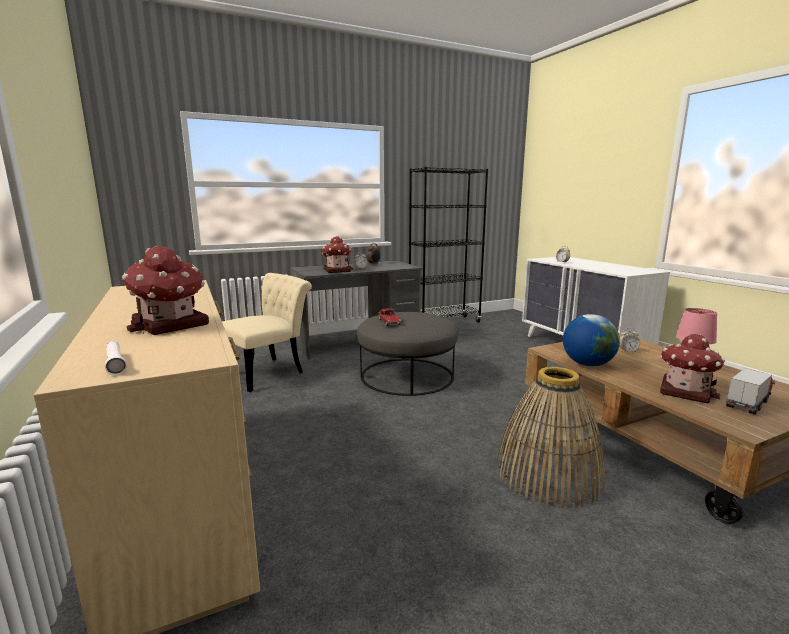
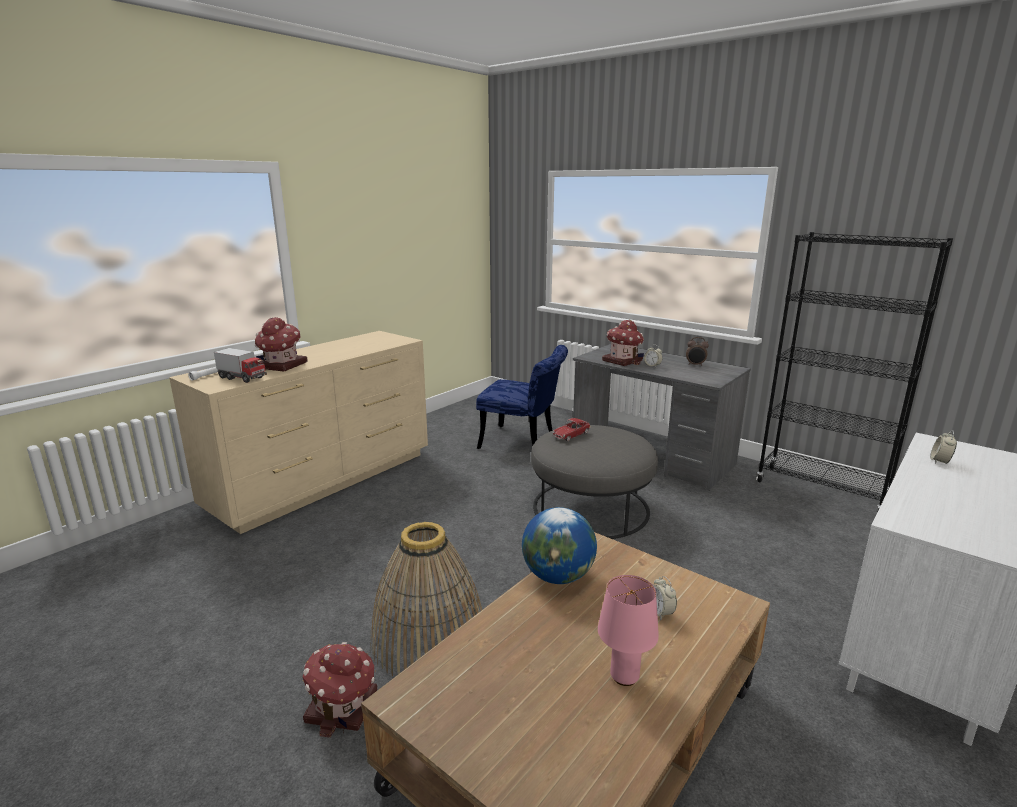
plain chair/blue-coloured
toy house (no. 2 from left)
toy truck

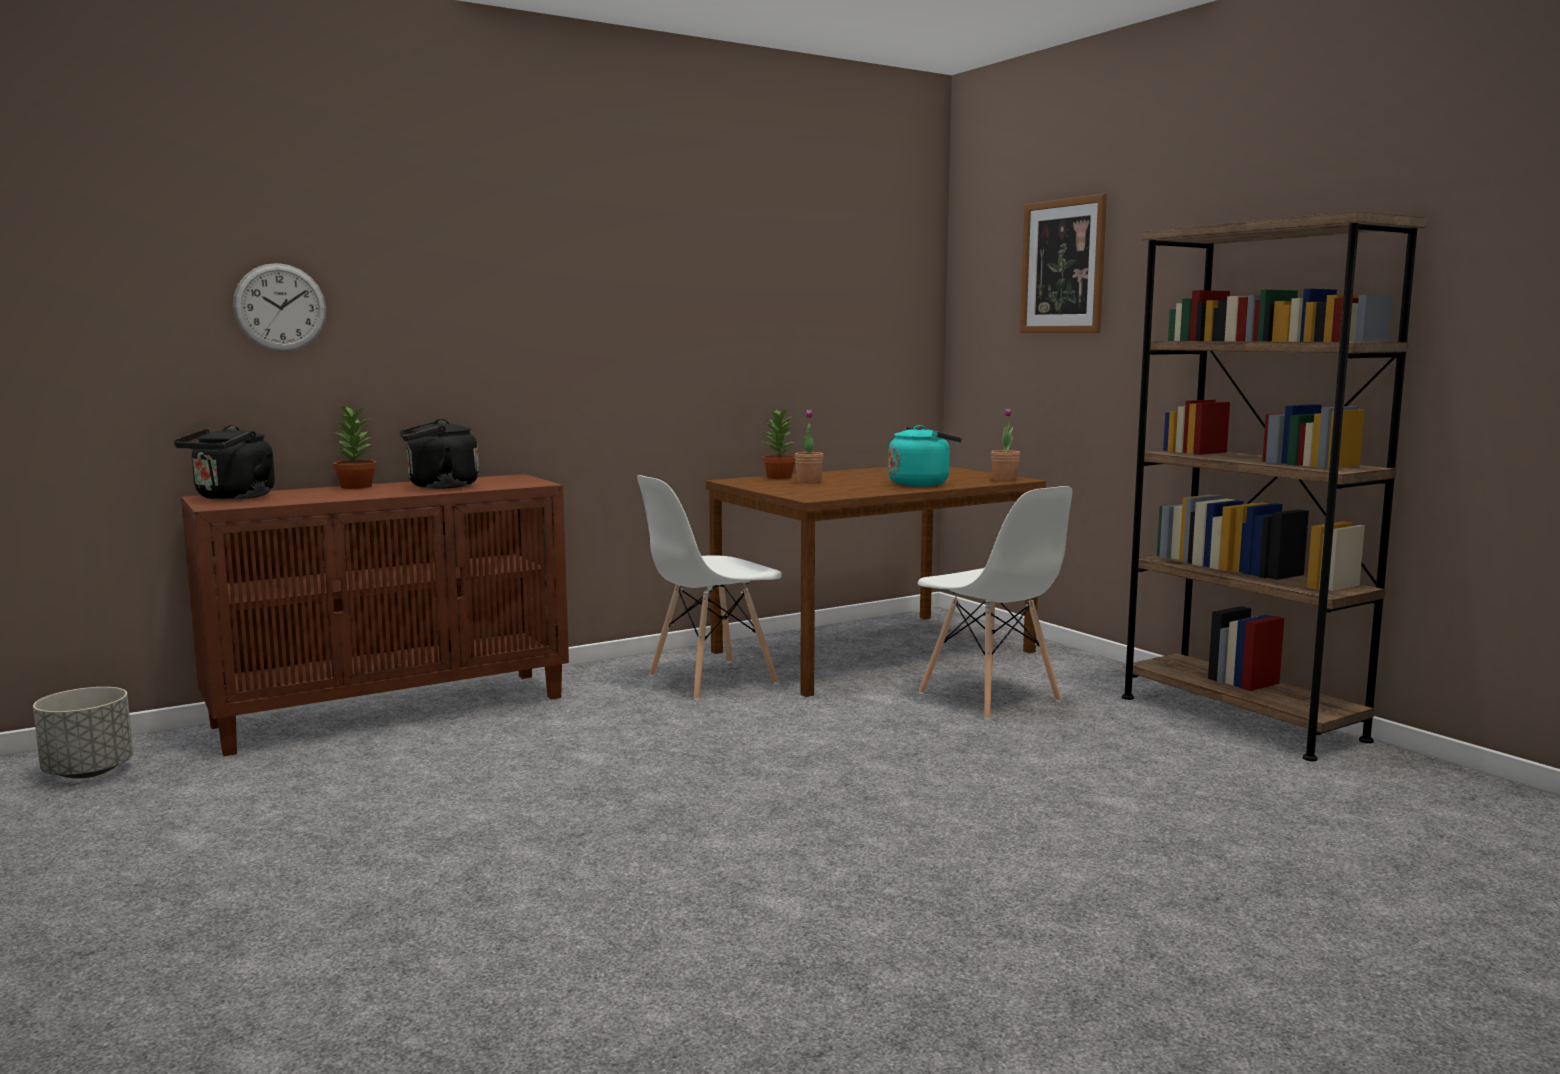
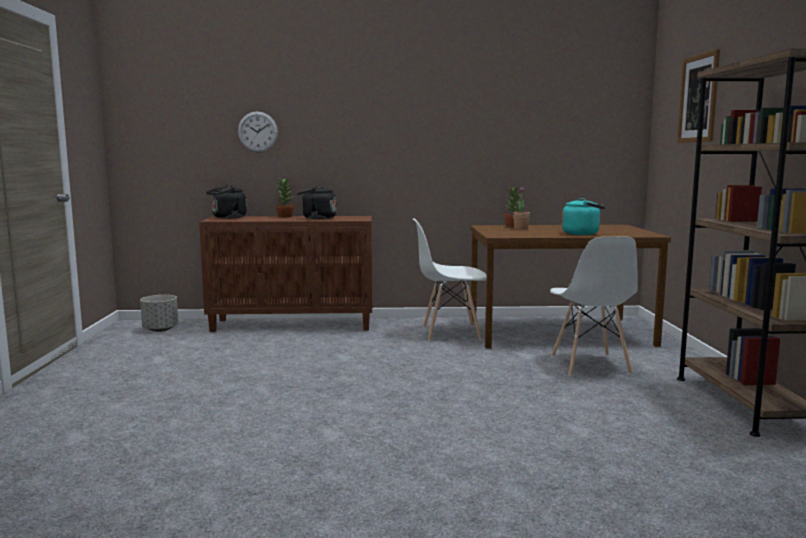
houseplant (no. 4 from left in the first image)

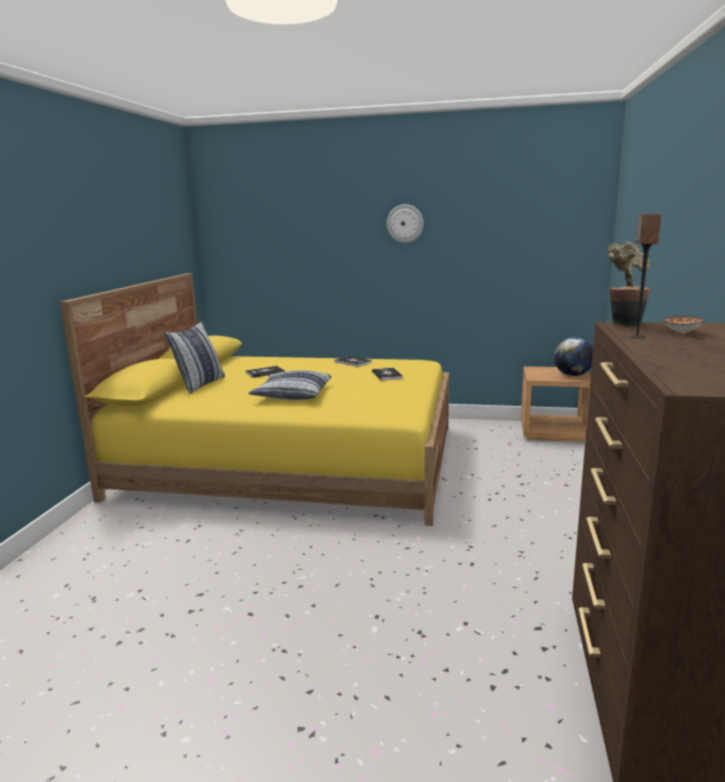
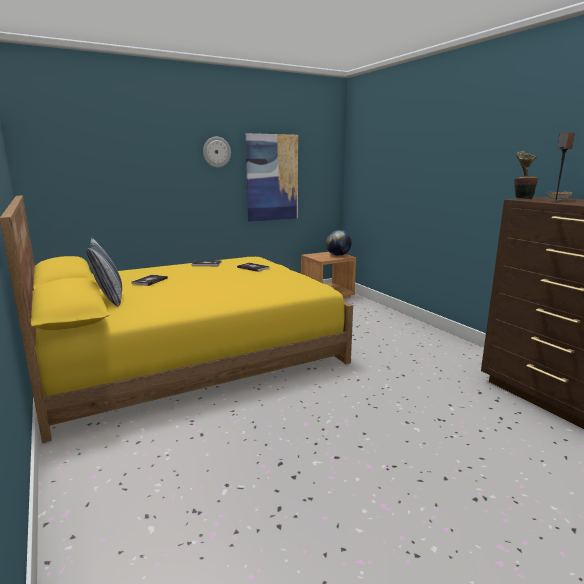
throw pillow (no. 2 from left in the first image)
wall art

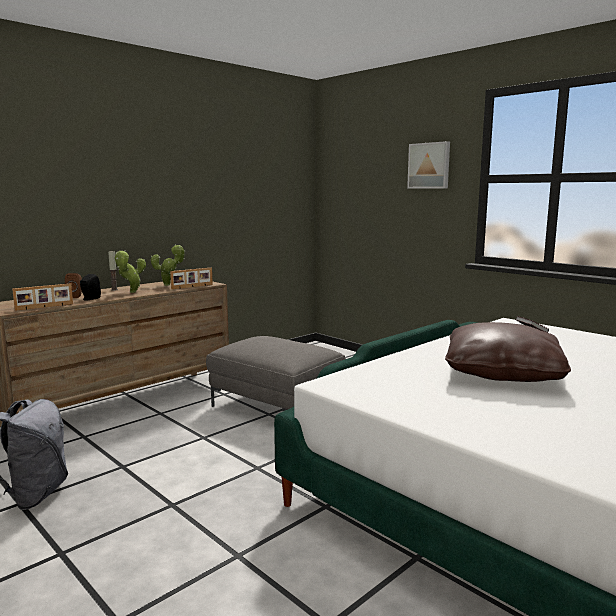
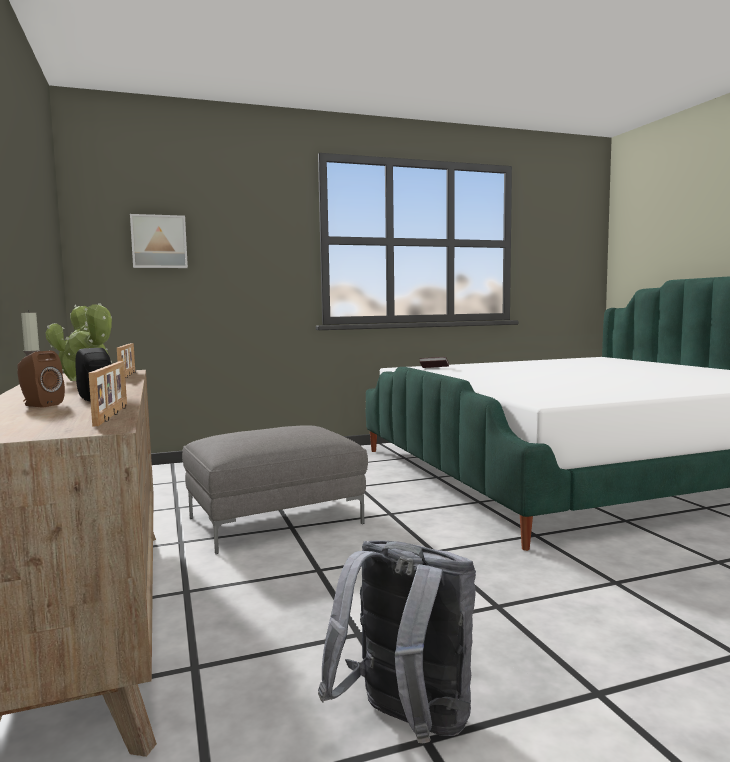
wall art
throw pillow/brown-coloured

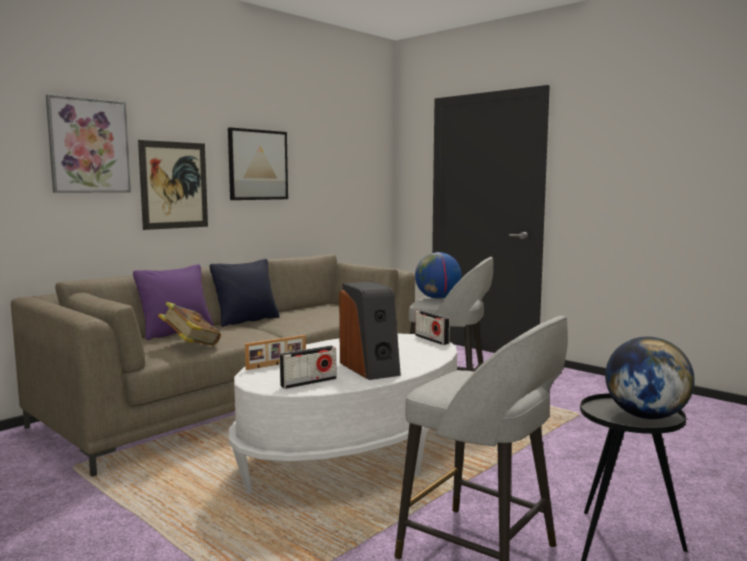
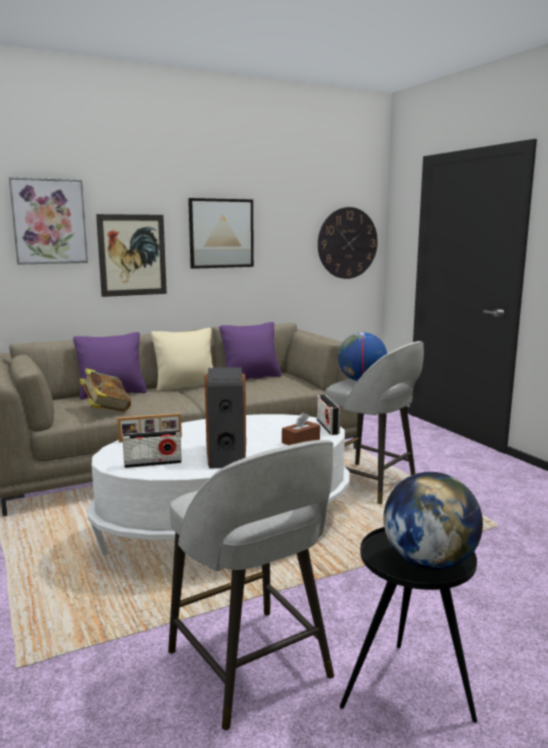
throw pillow/beige-coloured
throw pillow/purplish (no. 2 from left)
box of tissues/brown-coloured
wall clock

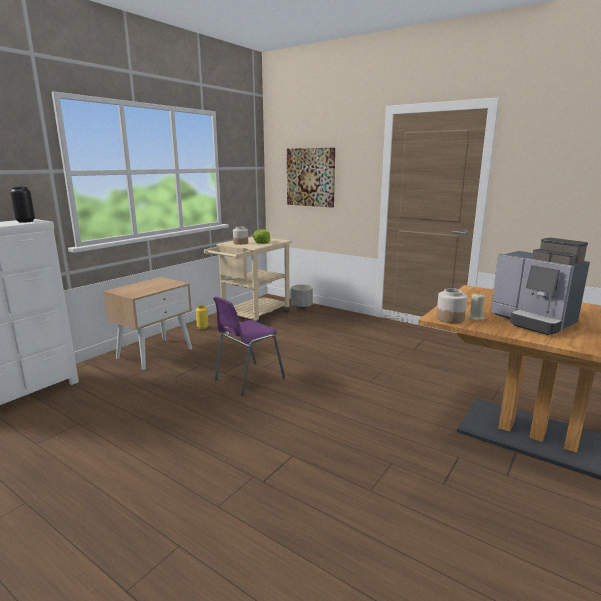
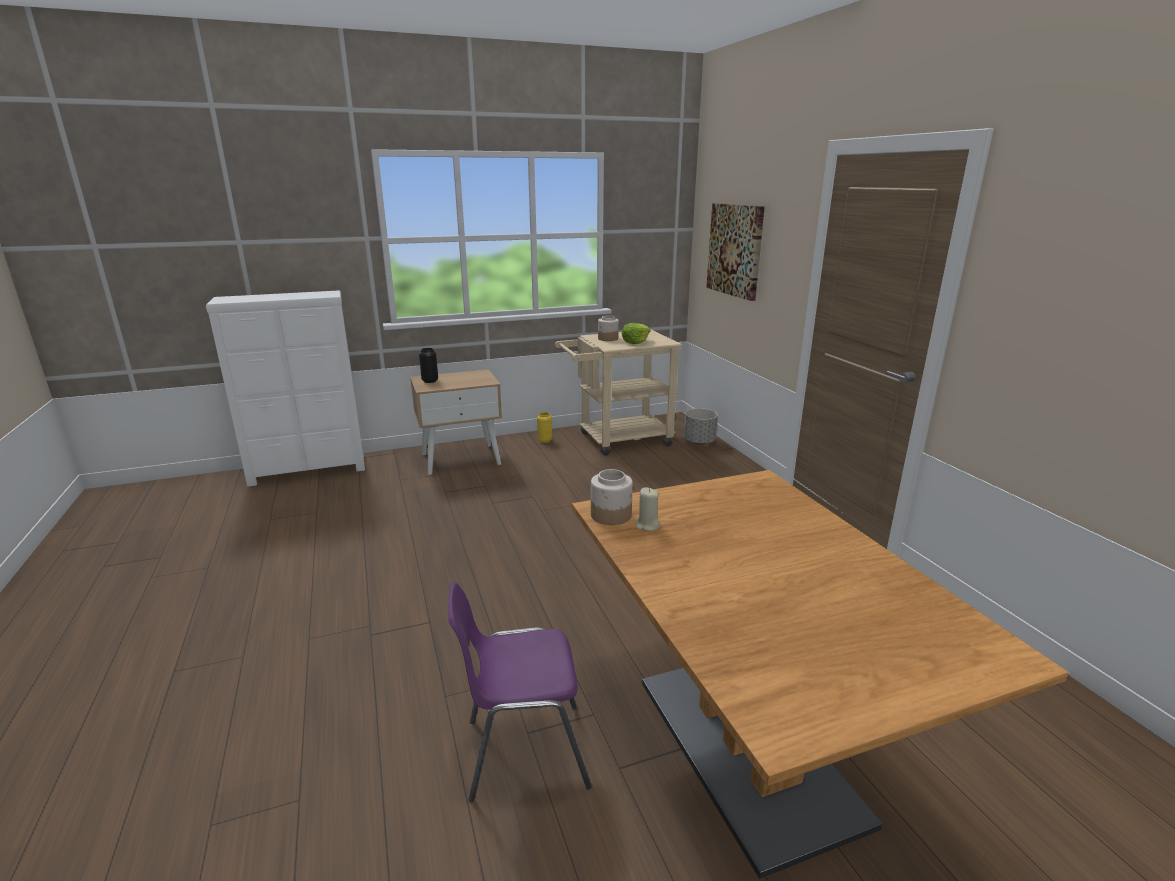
vase/blackish
plain chair/purplish
coffee machine

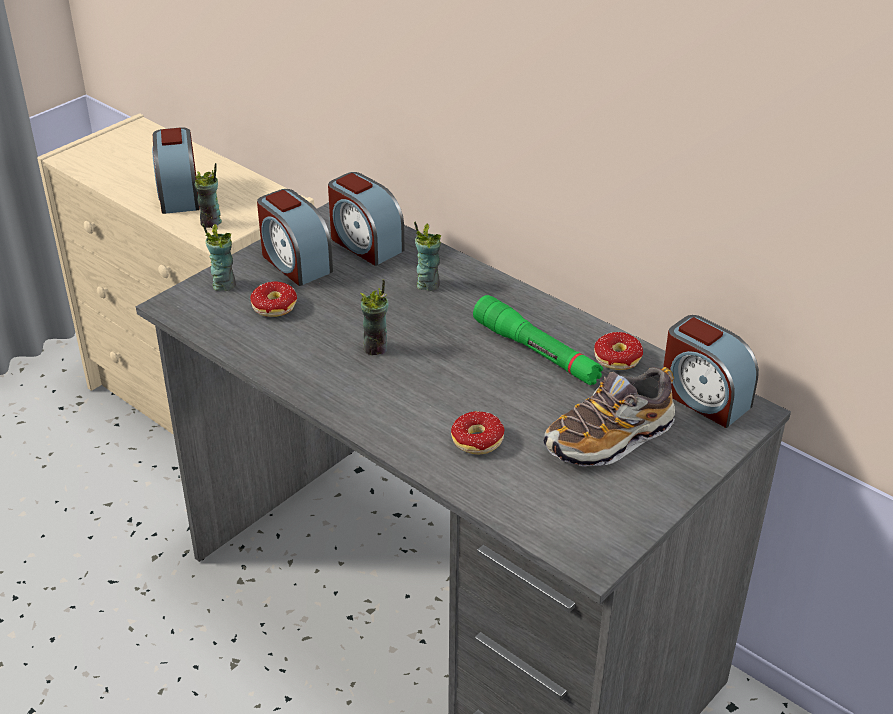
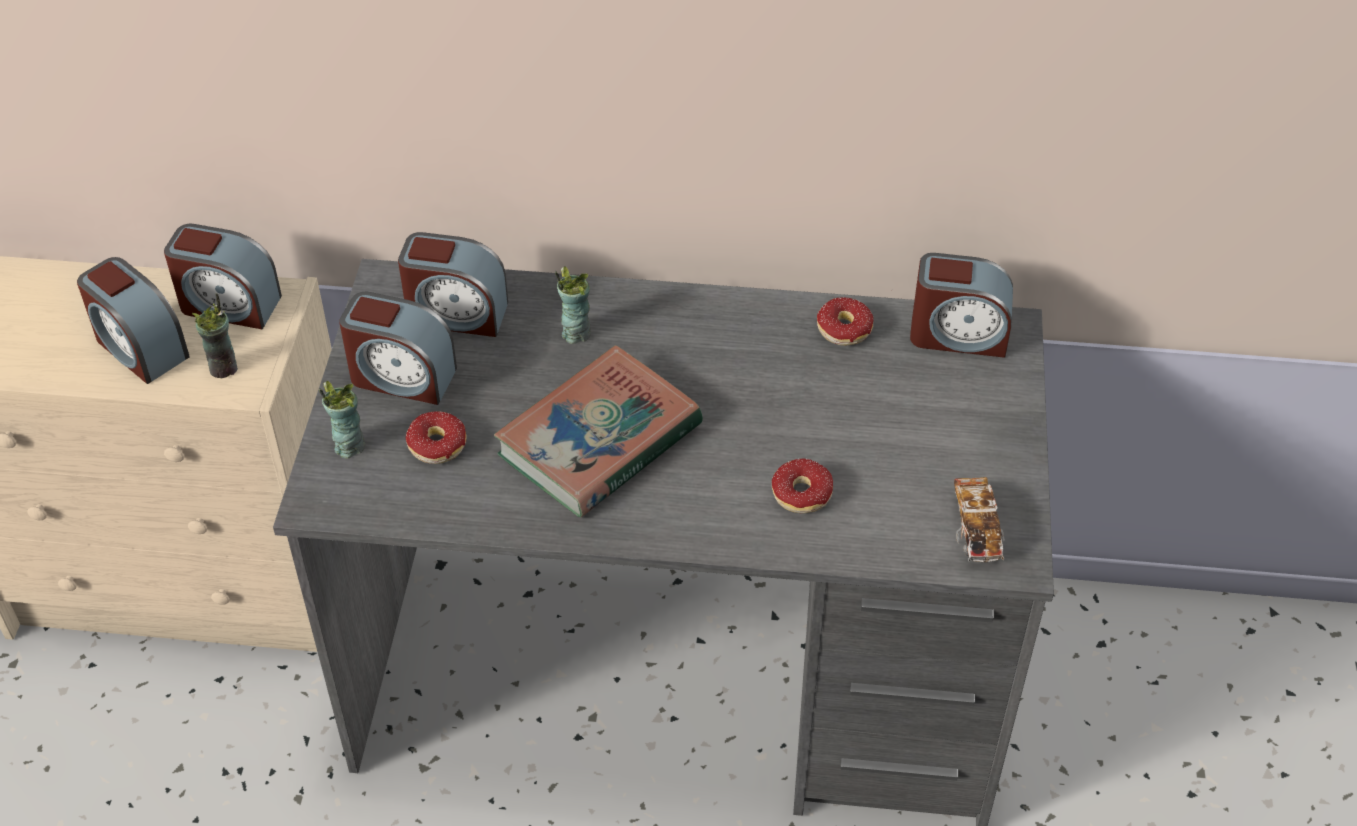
bound book
flashlight/green
item of footwear
alarm clock (no. 2 from left)
toy car

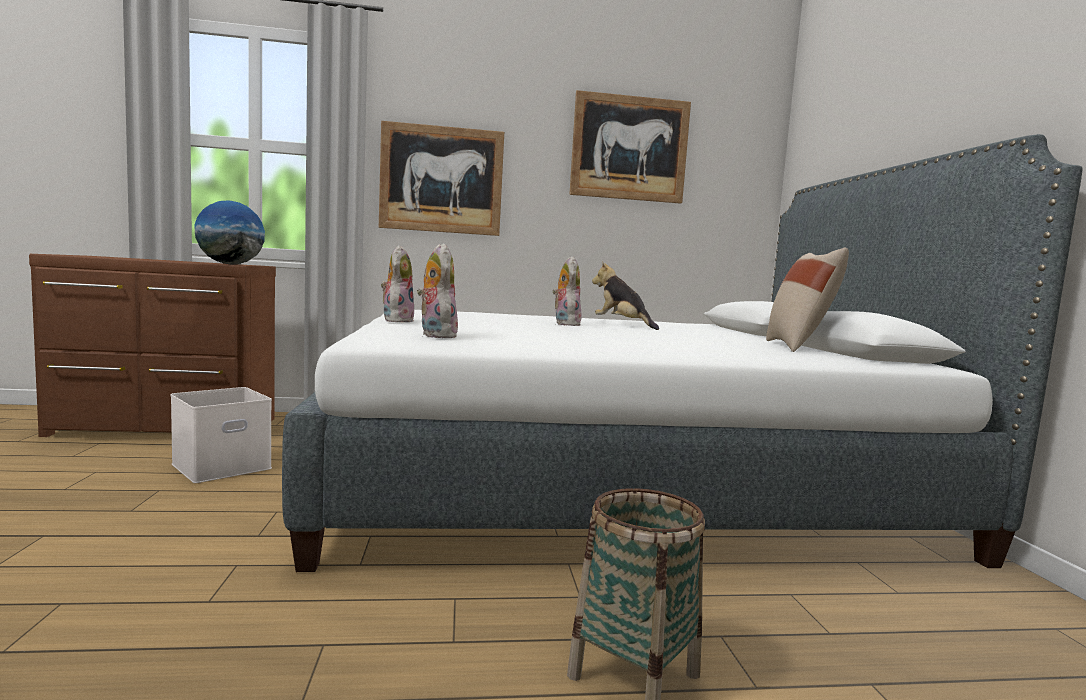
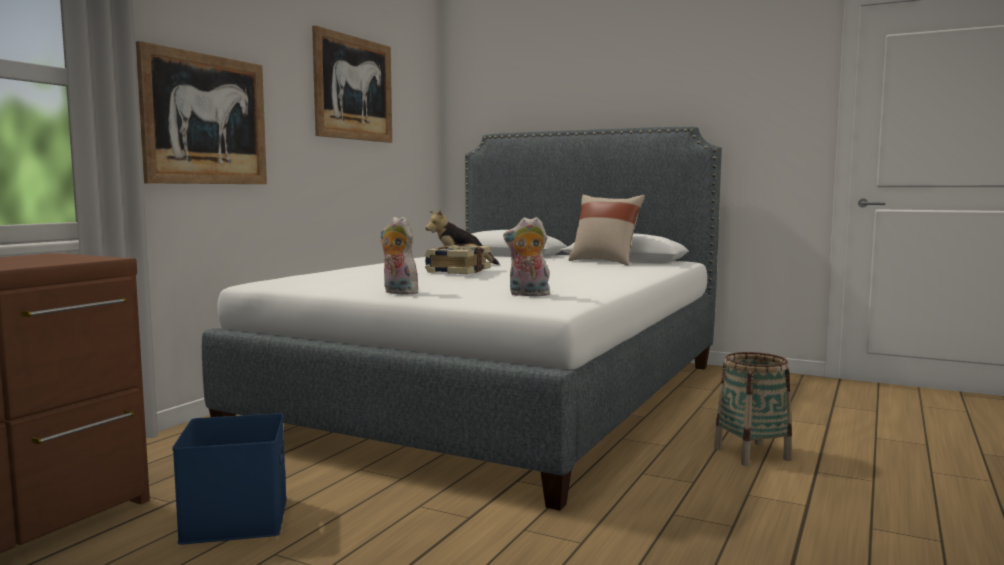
storage bin/blue-coloured
desk globe
bound book

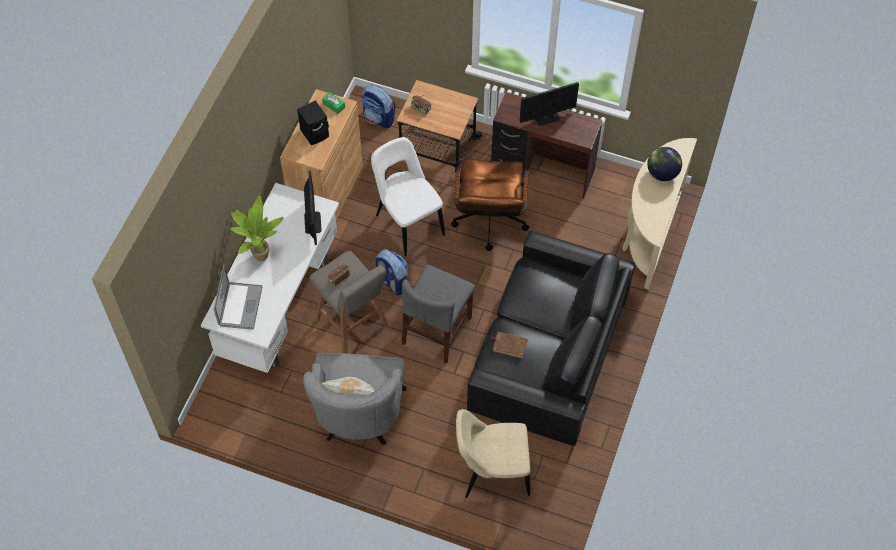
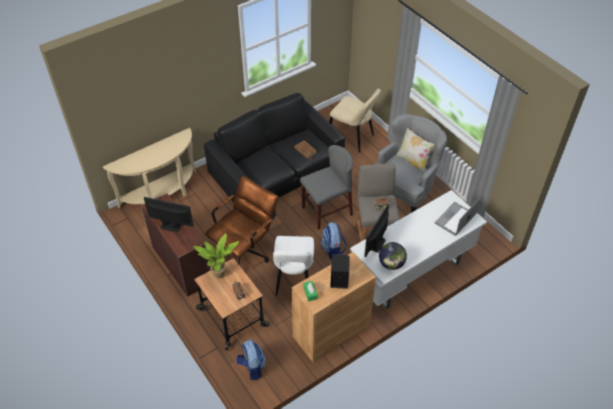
houseplant
desk globe

